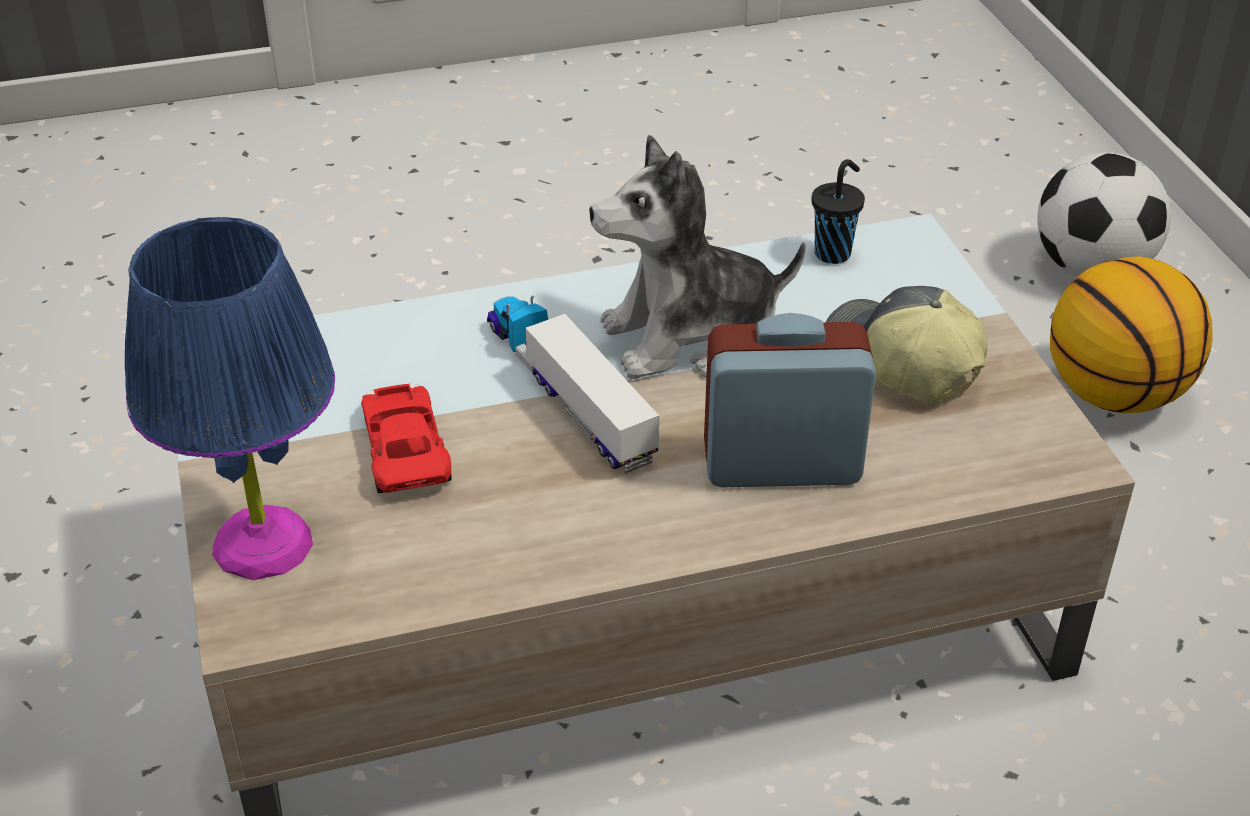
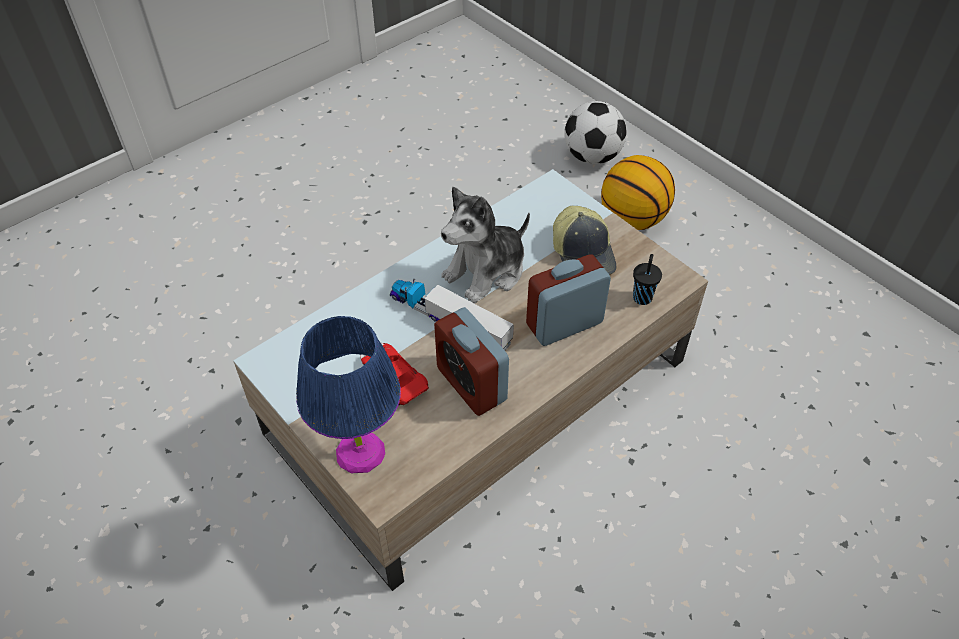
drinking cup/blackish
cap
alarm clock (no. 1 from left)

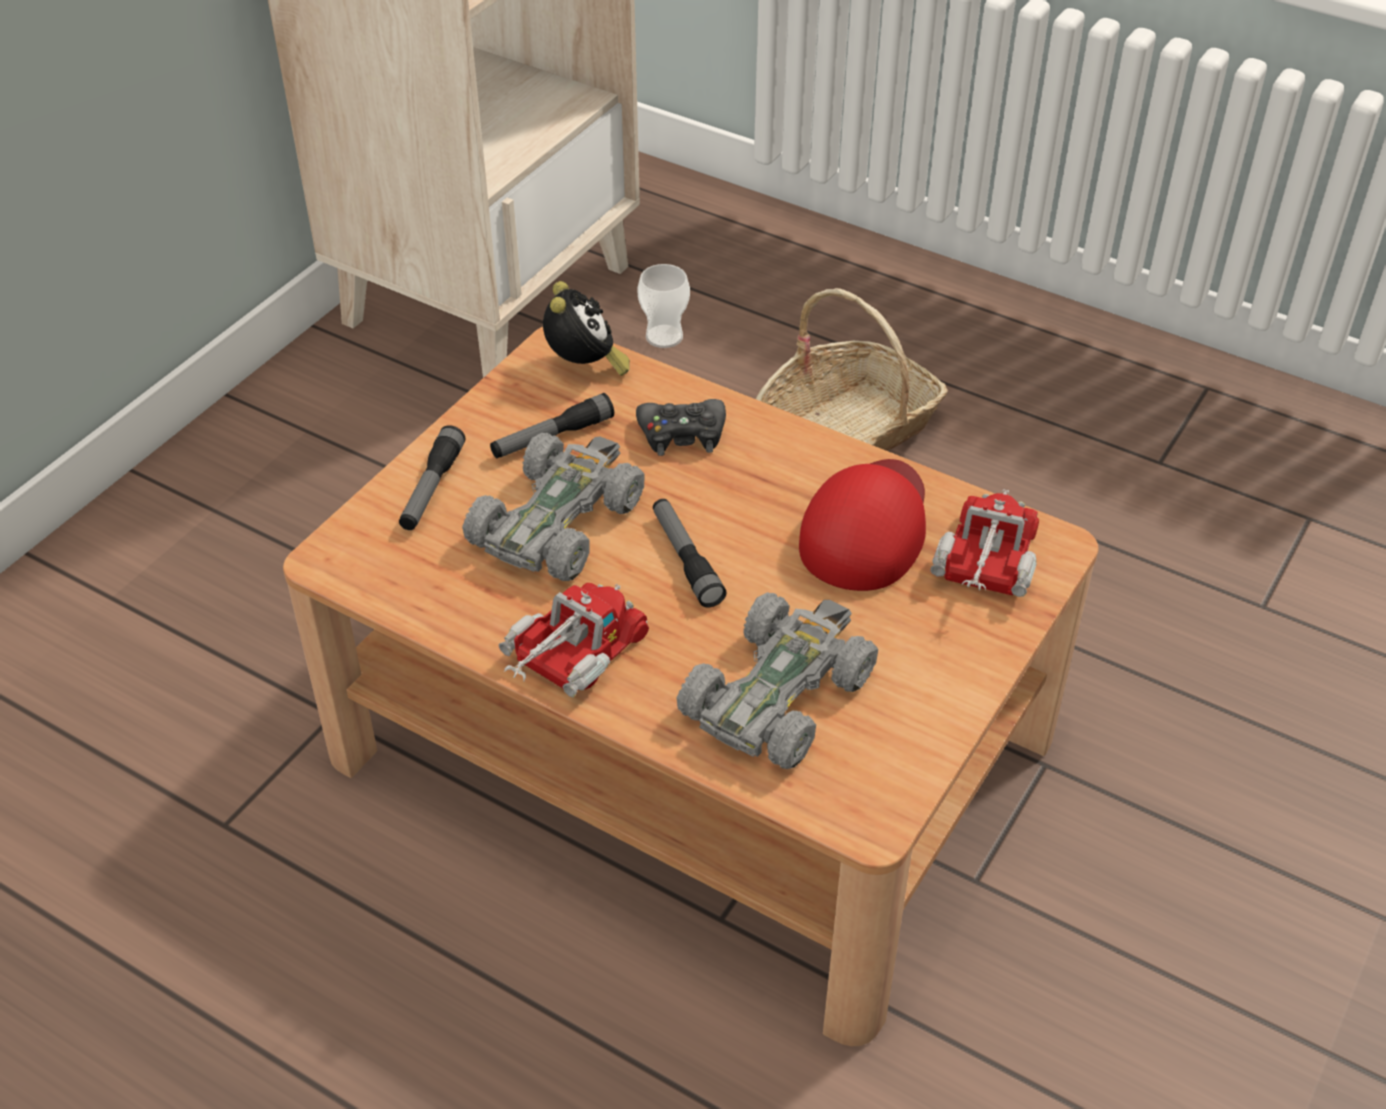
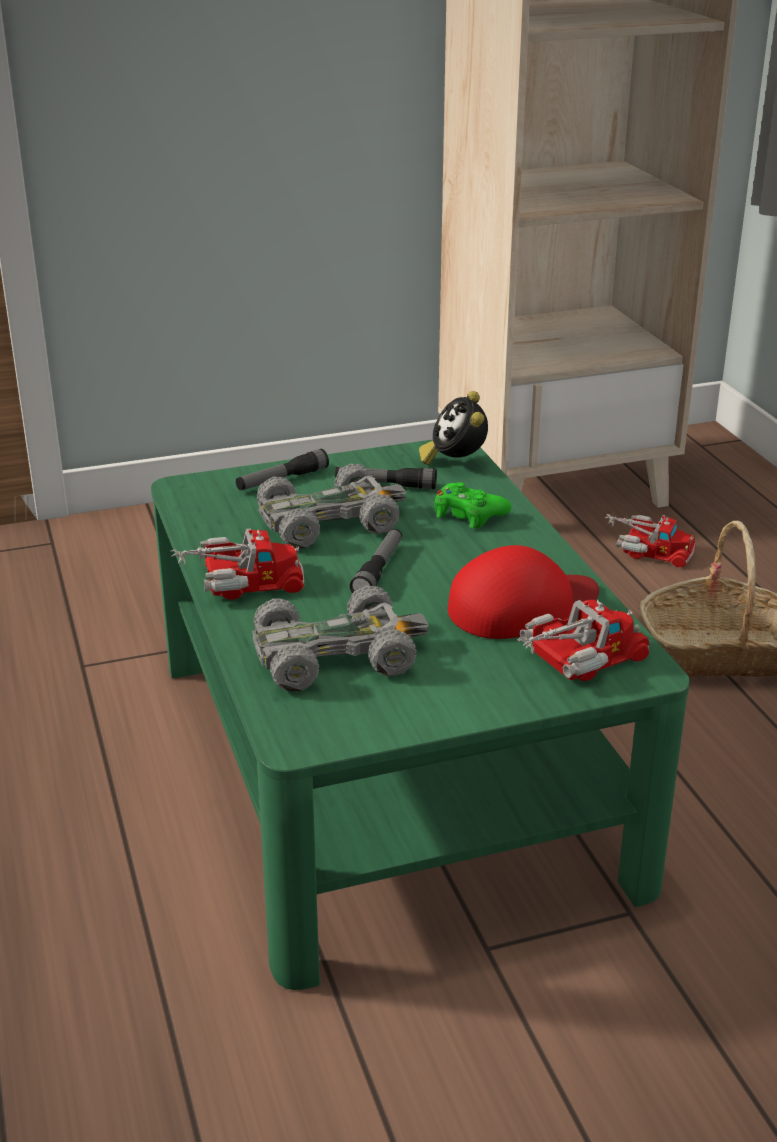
low table/green
alarm clock
joypad/green
toy truck (no. 3 from left)

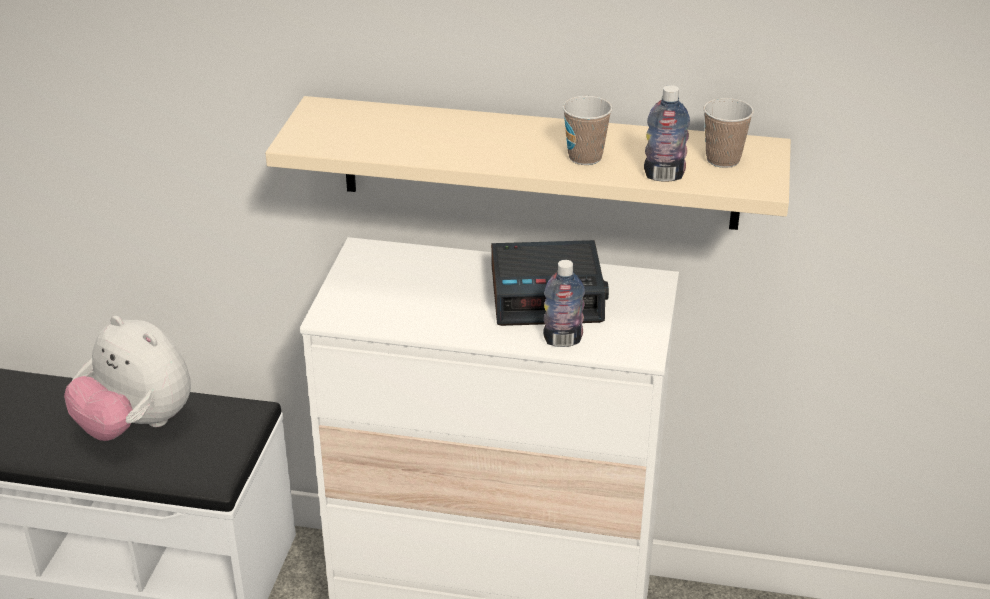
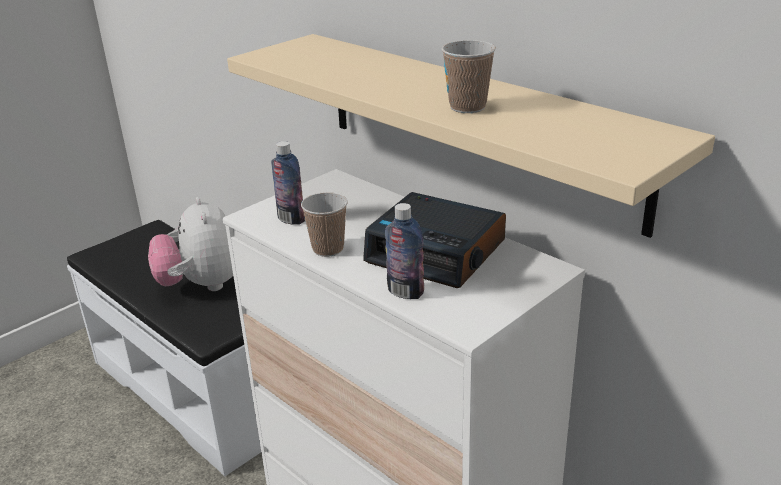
bottle (no. 1 from left)
drinking cup (no. 1 from left)

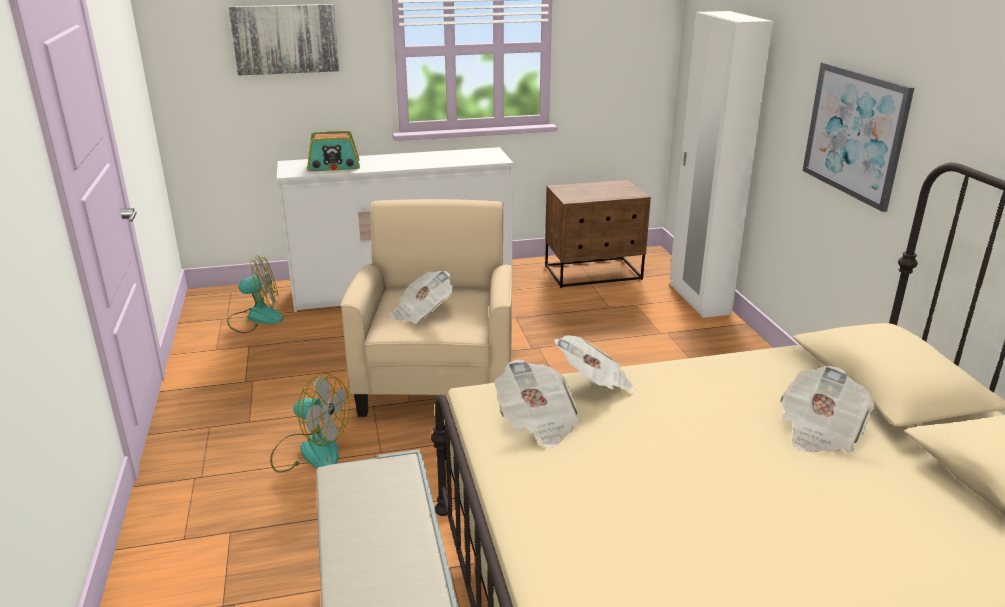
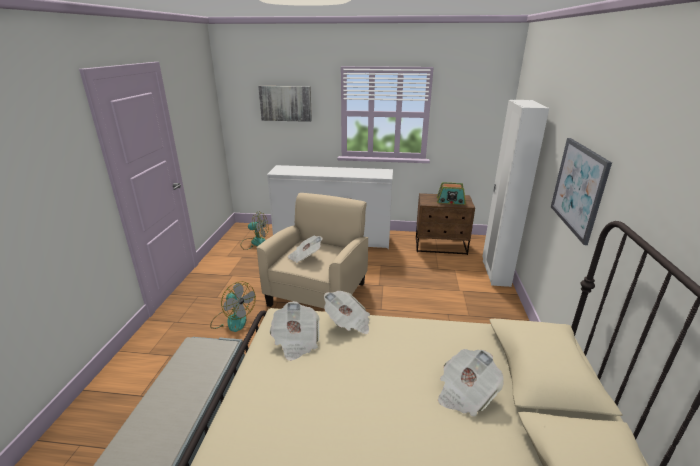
radio set

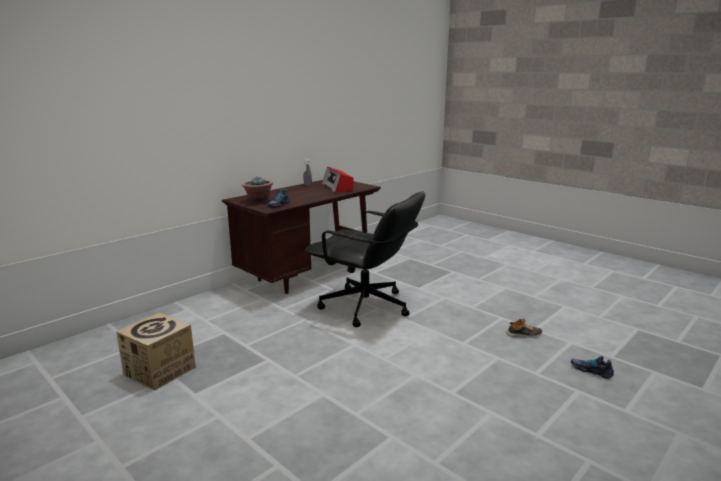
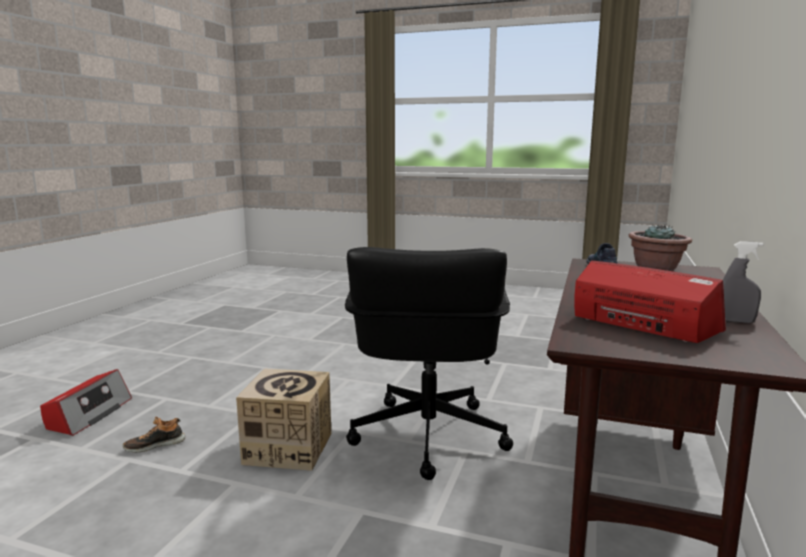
cardboard box
office chair/blackish
radio set (no. 1 from left)

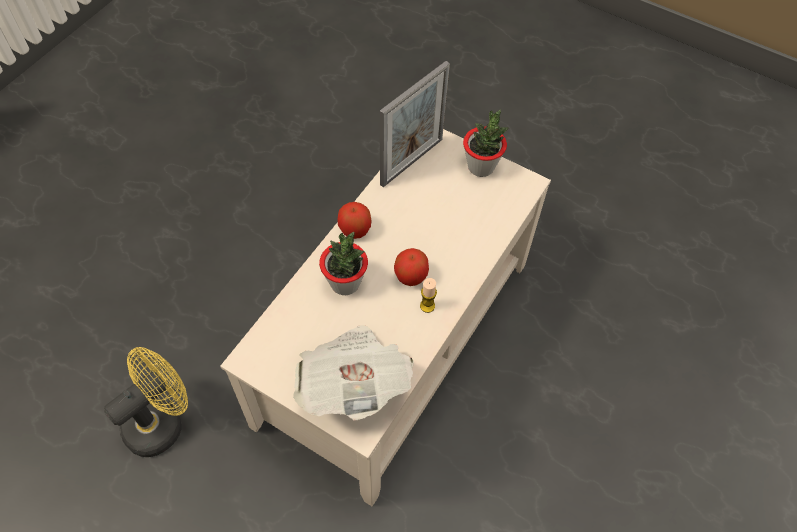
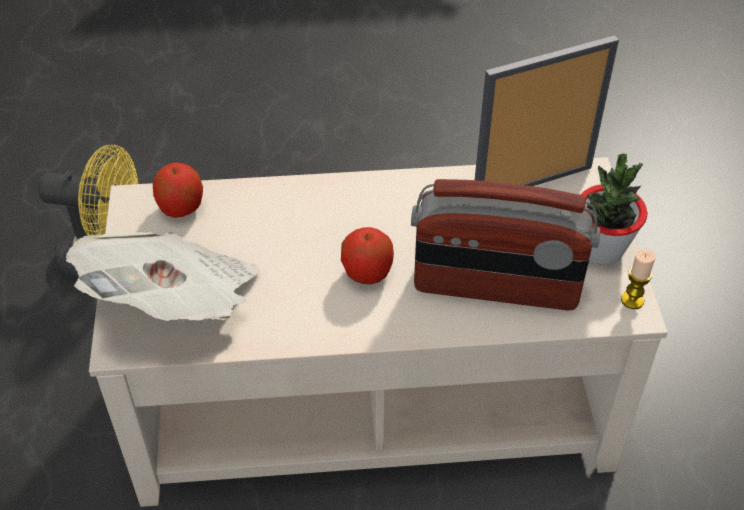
houseplant (no. 1 from left in the first image)
apple (no. 1 from left)
picture frame
candle
radio set

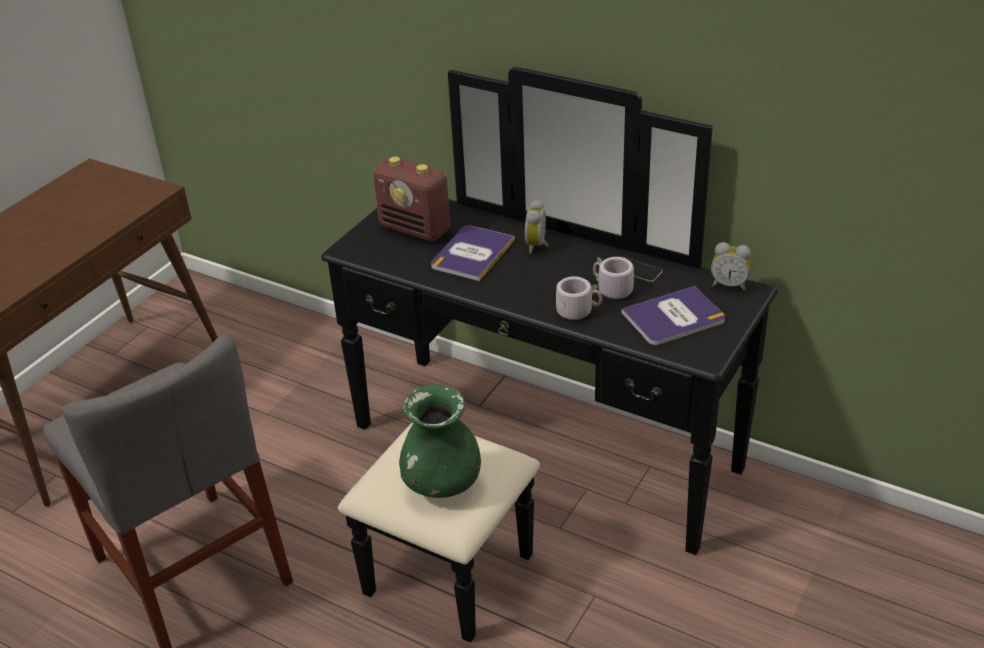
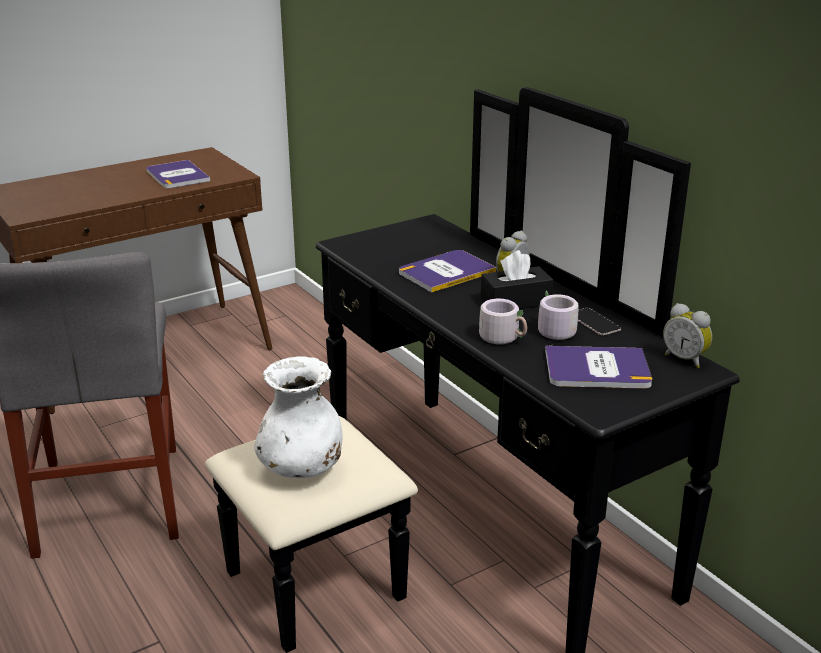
radio set
vase/white
bound book (no. 1 from left)
box of tissues/blackish

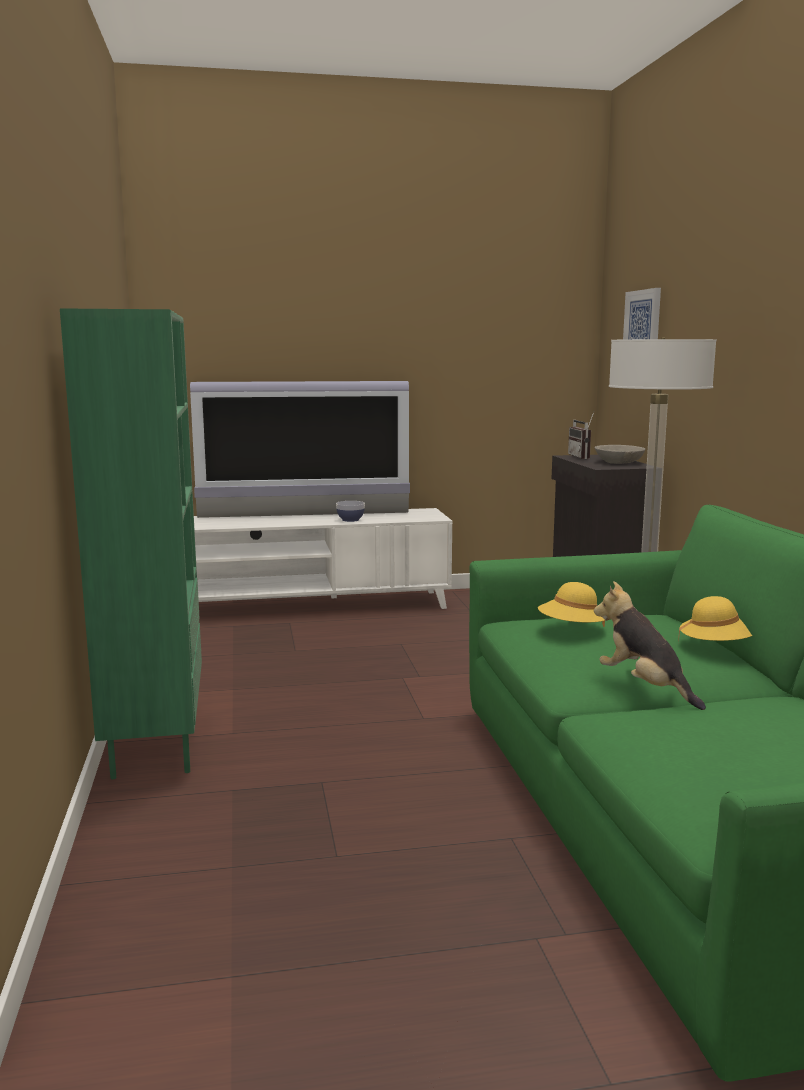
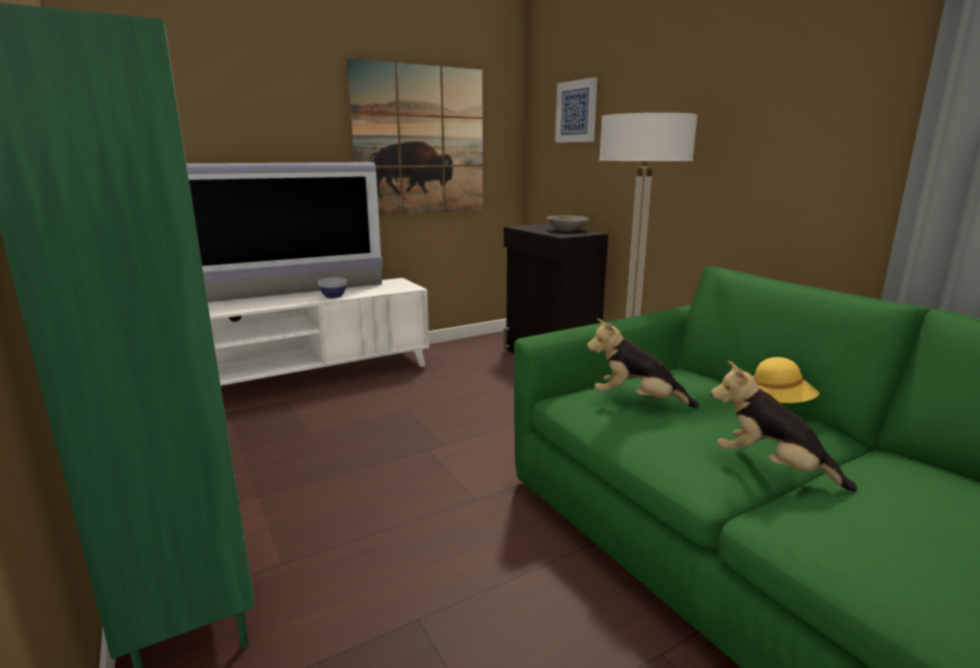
plush toy (no. 1 from left)
radio set
wall art (no. 1 from left)

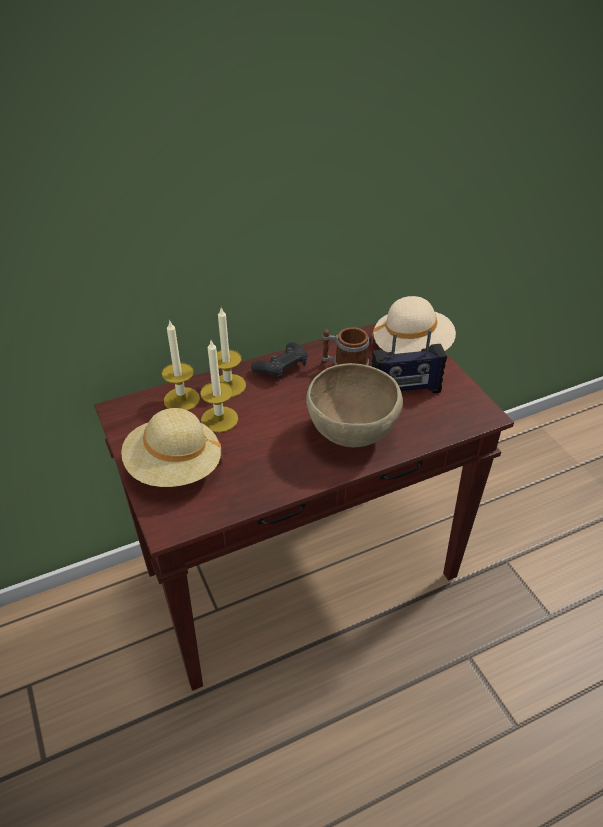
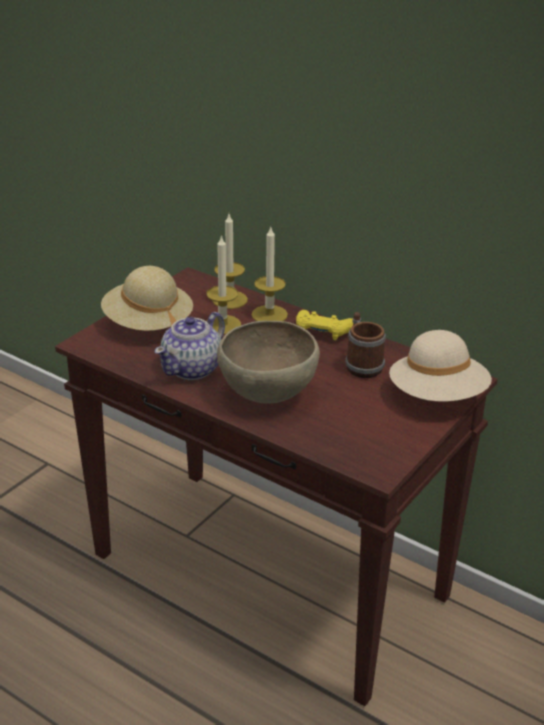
joypad/yellow-coloured
radio set
teapot

